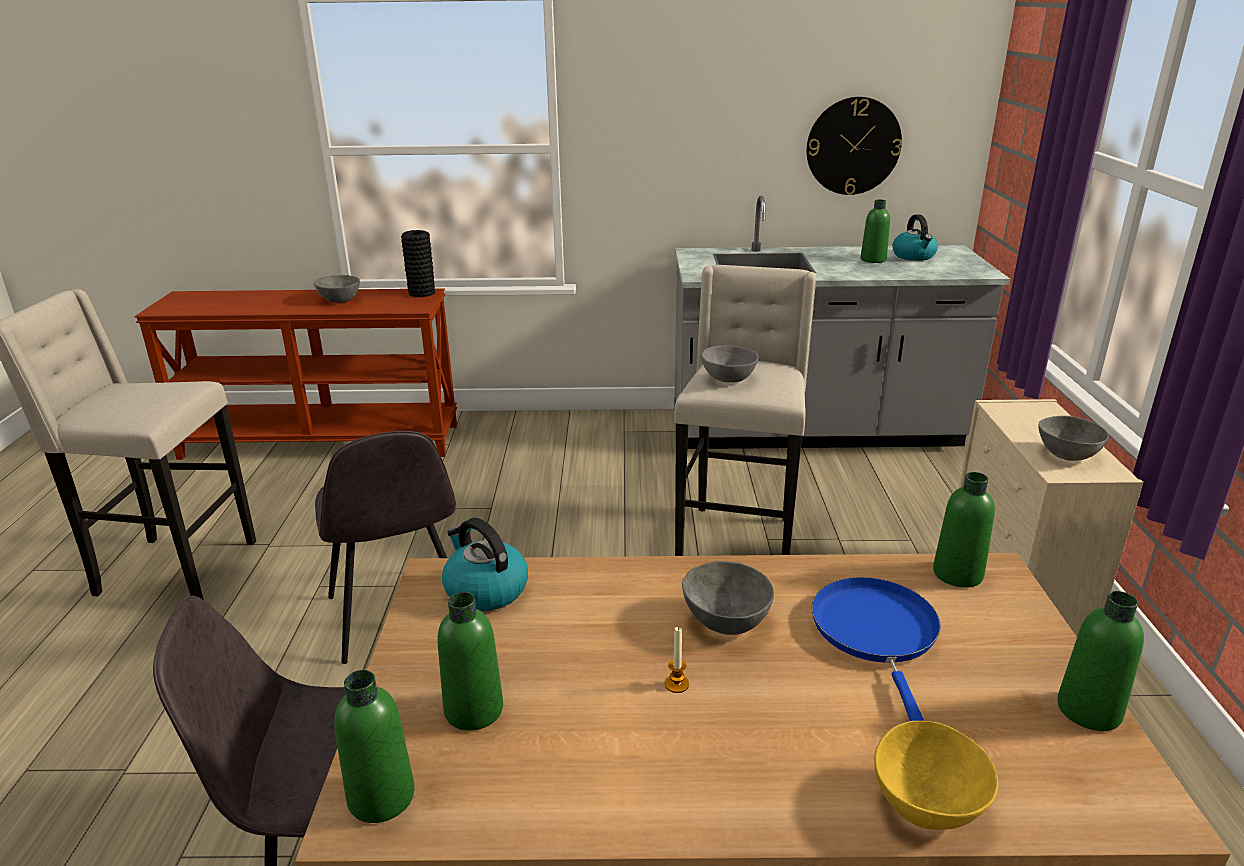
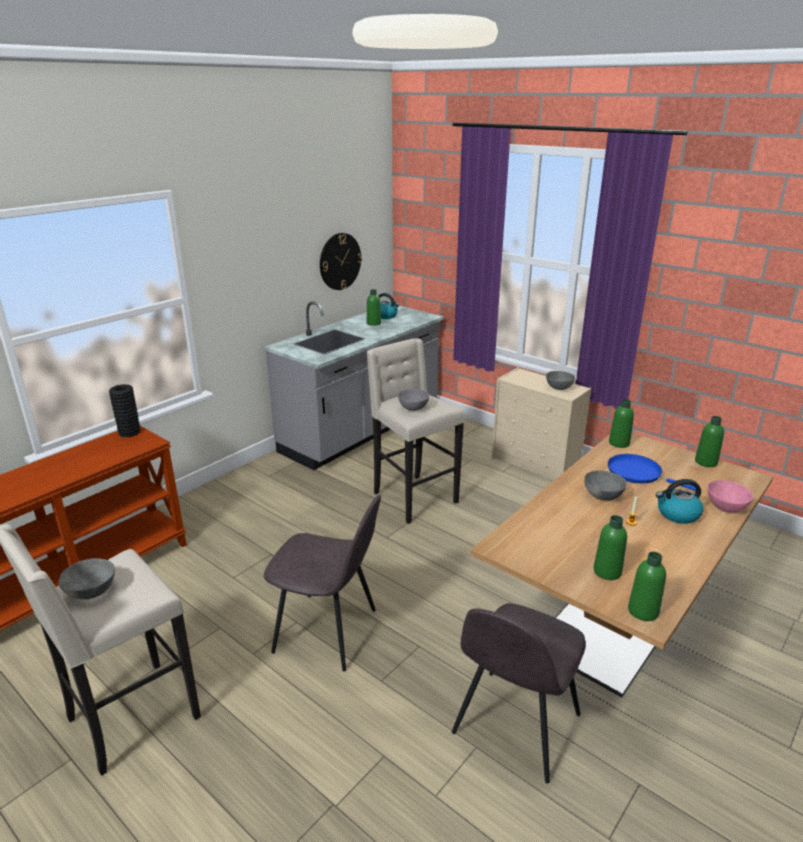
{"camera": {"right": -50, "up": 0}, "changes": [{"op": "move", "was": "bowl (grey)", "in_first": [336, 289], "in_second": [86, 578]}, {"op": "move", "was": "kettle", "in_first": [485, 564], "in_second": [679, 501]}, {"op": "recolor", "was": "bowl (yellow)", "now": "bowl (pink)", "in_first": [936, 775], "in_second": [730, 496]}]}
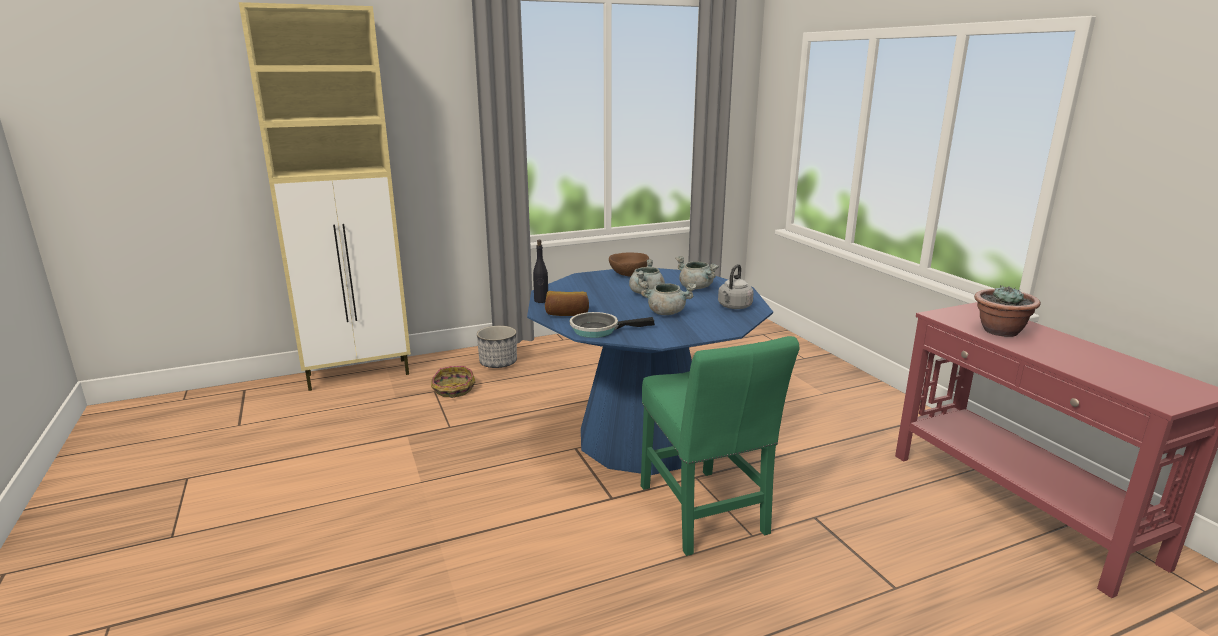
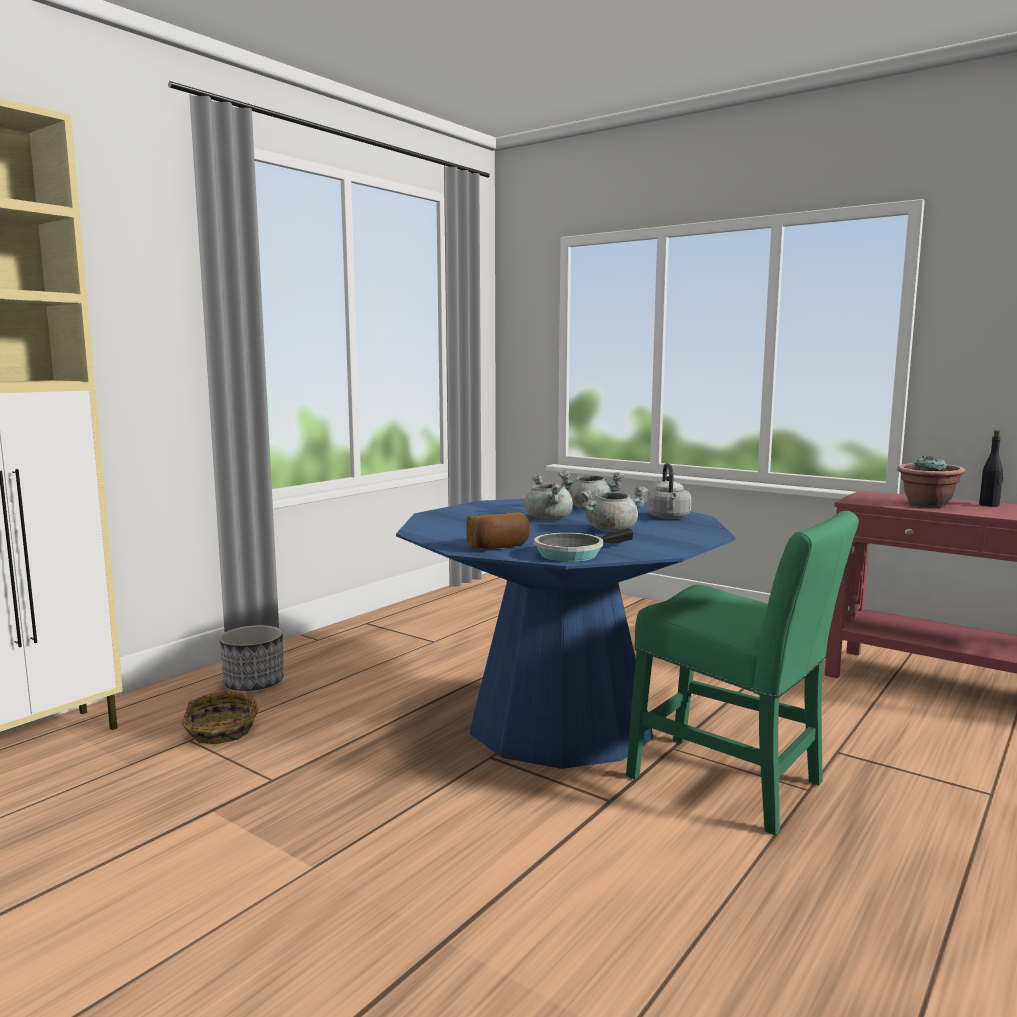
{"camera": {"right": -30, "up": -10}, "changes": [{"op": "delete", "was": "bowl (brown)", "in_first": [629, 264]}, {"op": "move", "was": "bottle (black)", "in_first": [540, 271], "in_second": [991, 468]}]}
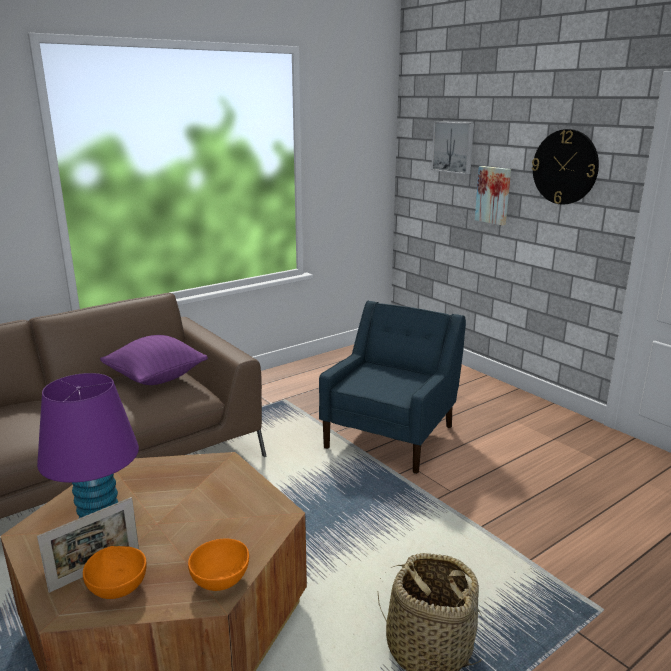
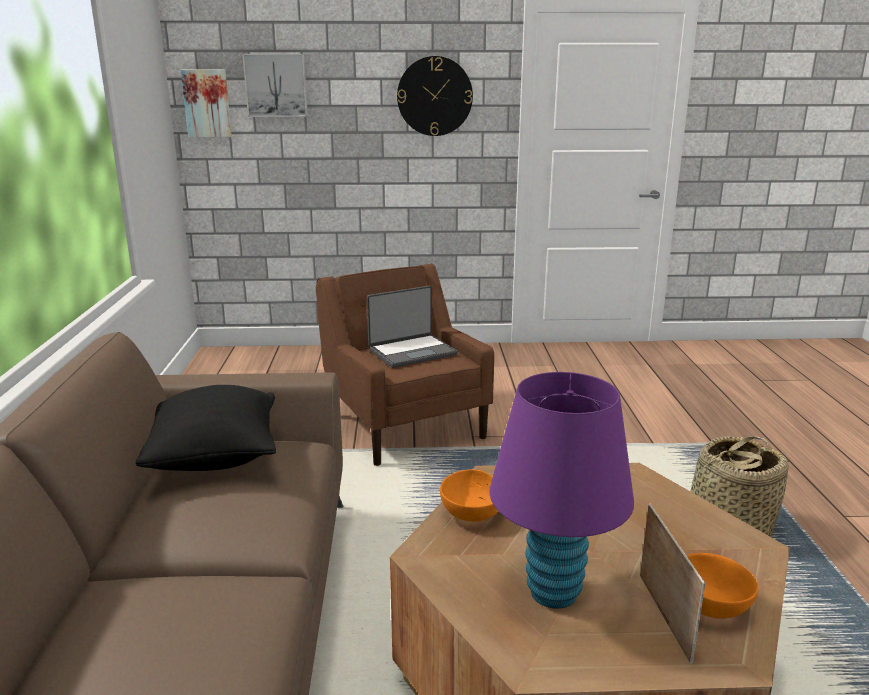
{"camera": {"right": -55, "up": 0}, "changes": [{"op": "insert", "now": "laptop", "in_second": [412, 327]}, {"op": "move", "was": "bowl (orange)", "in_first": [218, 565], "in_second": [469, 495]}, {"op": "move", "was": "picture", "in_first": [493, 196], "in_second": [206, 103]}, {"op": "recolor", "was": "pillow (purple)", "now": "pillow (black)", "in_first": [154, 360], "in_second": [206, 428]}, {"op": "recolor", "was": "armchair (blue)", "now": "armchair (brown)", "in_first": [392, 387], "in_second": [405, 364]}]}
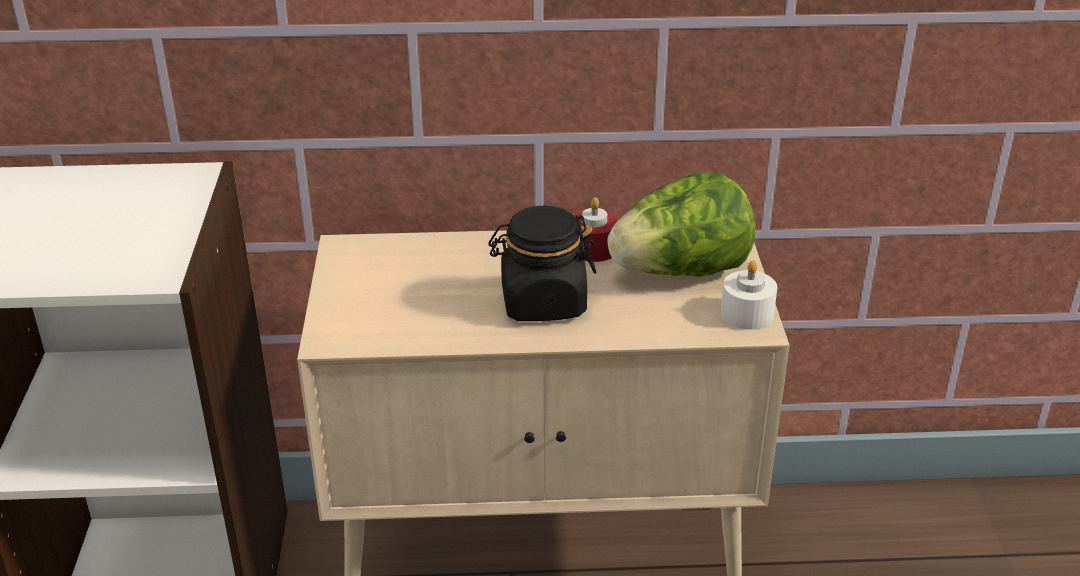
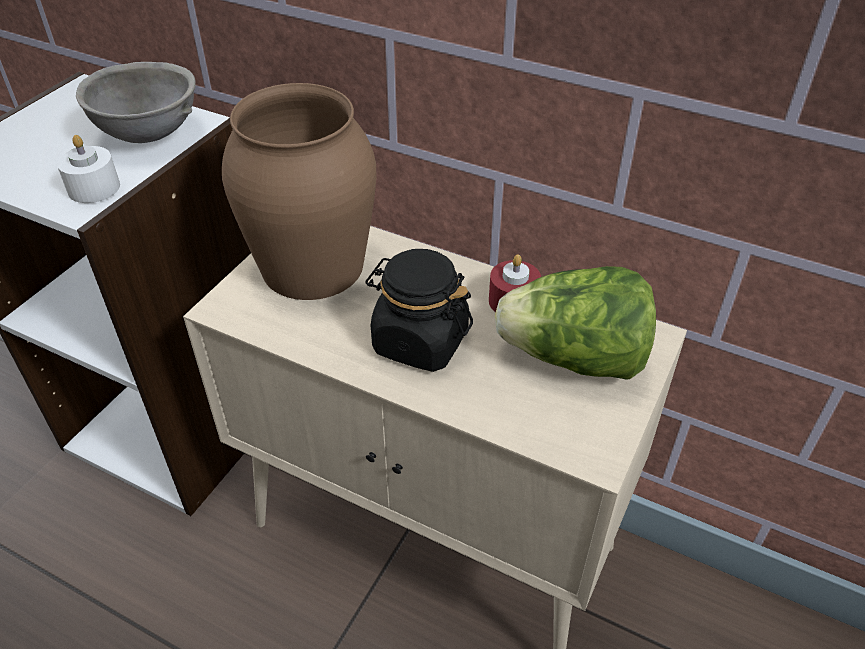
{"camera": {"right": 30, "up": 10}, "changes": [{"op": "insert", "now": "bowl (grey)", "in_second": [136, 102]}, {"op": "insert", "now": "vase (brown)", "in_second": [299, 191]}, {"op": "move", "was": "candle (white)", "in_first": [749, 295], "in_second": [88, 169]}]}
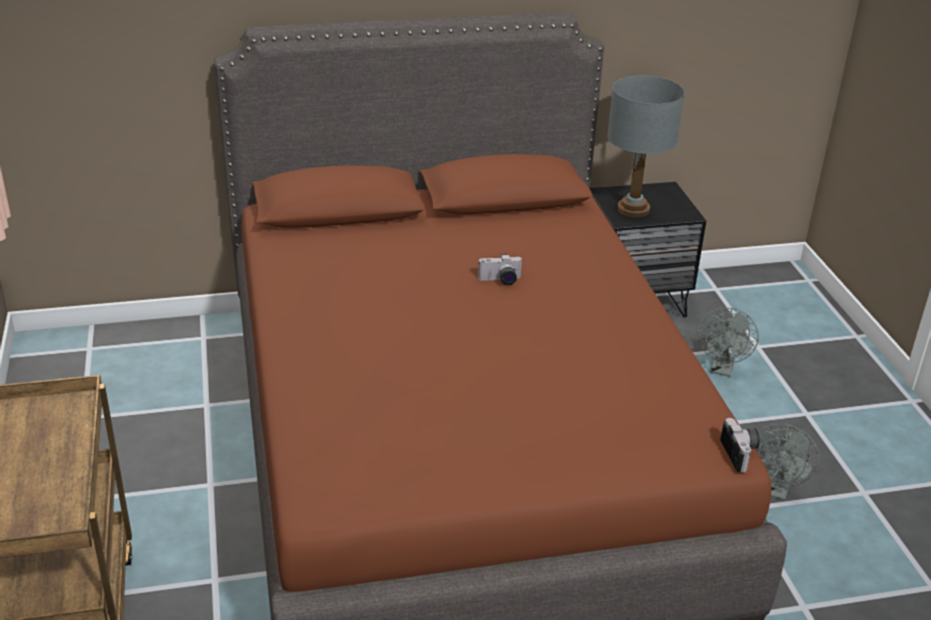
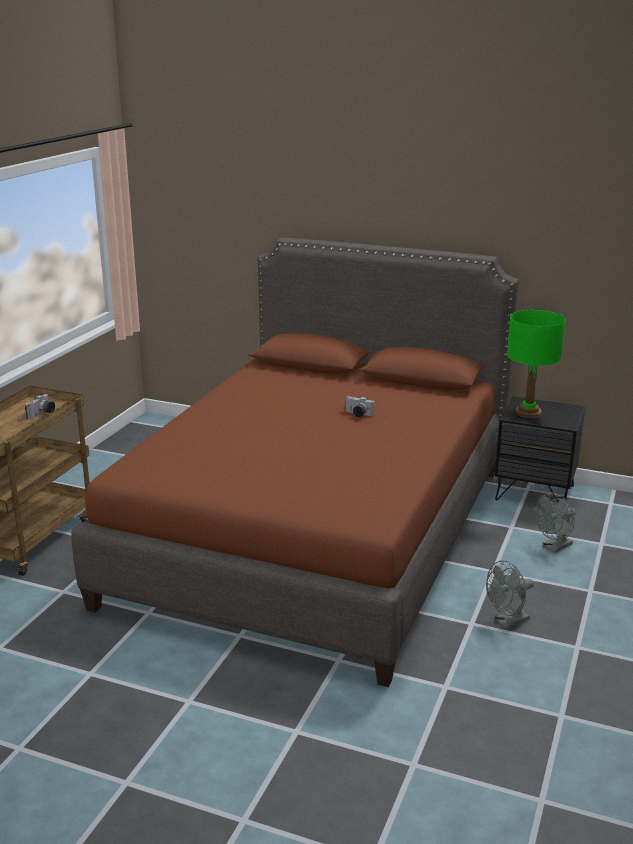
{"camera": {"right": 35, "up": -10}, "changes": [{"op": "move", "was": "photo camera", "in_first": [739, 445], "in_second": [40, 406]}, {"op": "recolor", "was": "table lamp (grey)", "now": "table lamp (green)", "in_first": [646, 147], "in_second": [536, 364]}]}
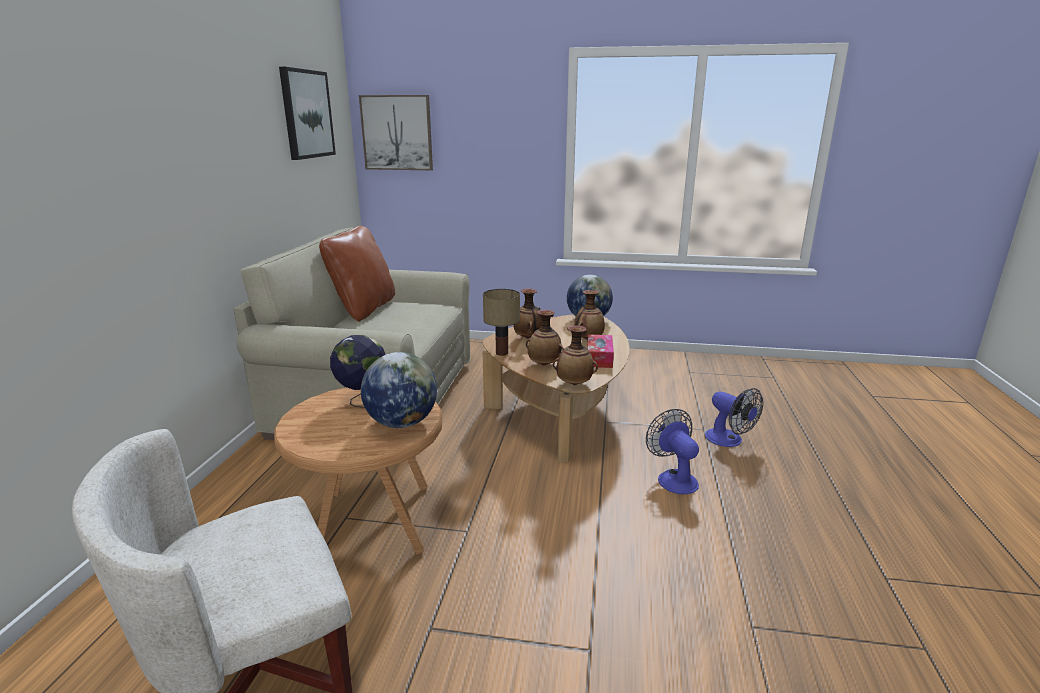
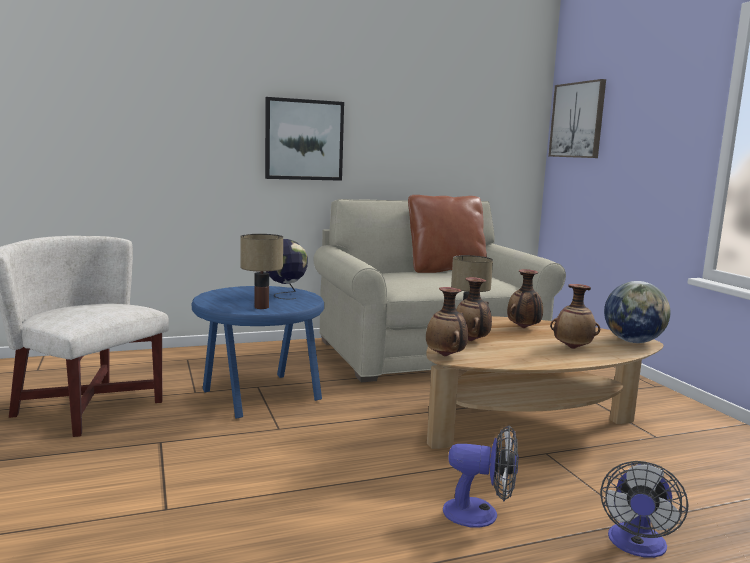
{"camera": {"right": 60, "up": -10}, "changes": [{"op": "delete", "was": "tissue box", "in_first": [600, 351]}, {"op": "move", "was": "picture", "in_first": [307, 113], "in_second": [304, 139]}, {"op": "replace", "was": "globe", "now": "table lamp", "in_first": [399, 390], "in_second": [261, 271]}, {"op": "recolor", "was": "side table (brown)", "now": "side table (blue)", "in_first": [358, 471], "in_second": [258, 352]}, {"op": "rotate", "was": "fan", "in_first": [672, 451], "in_second": [480, 477], "clockwise": 60}]}
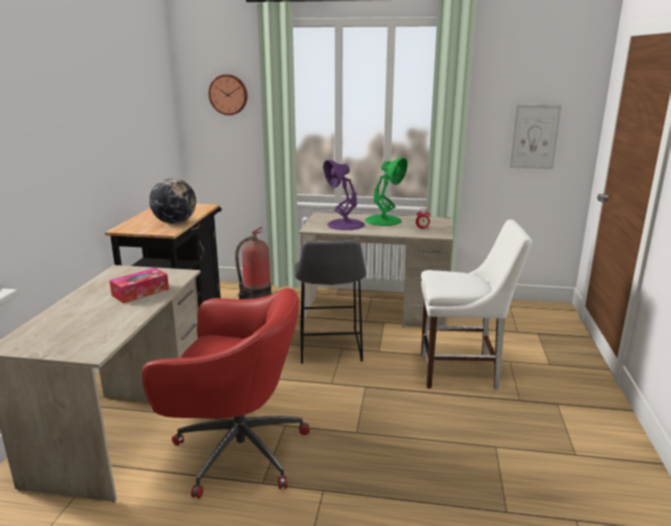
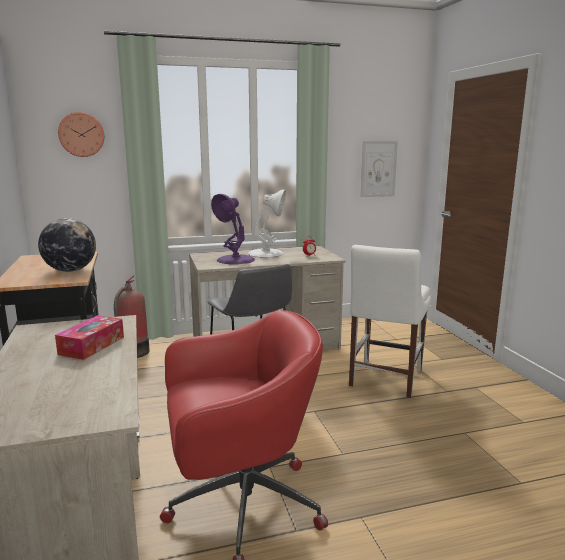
{"camera": {"right": -25, "up": -5}, "changes": [{"op": "recolor", "was": "table lamp (green)", "now": "table lamp (white)", "in_first": [386, 192], "in_second": [267, 224]}, {"op": "rotate", "was": "chair (white)", "in_first": [476, 304], "in_second": [390, 321], "clockwise": 135}]}
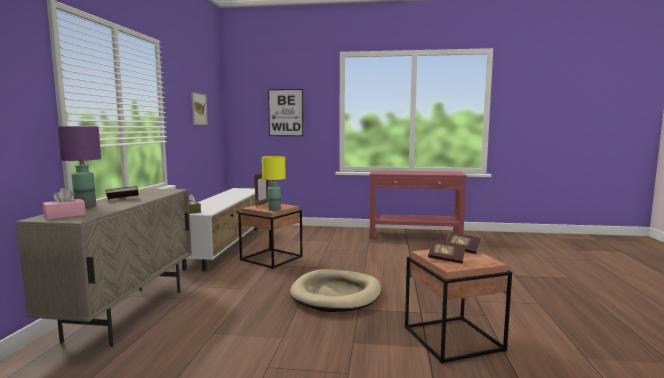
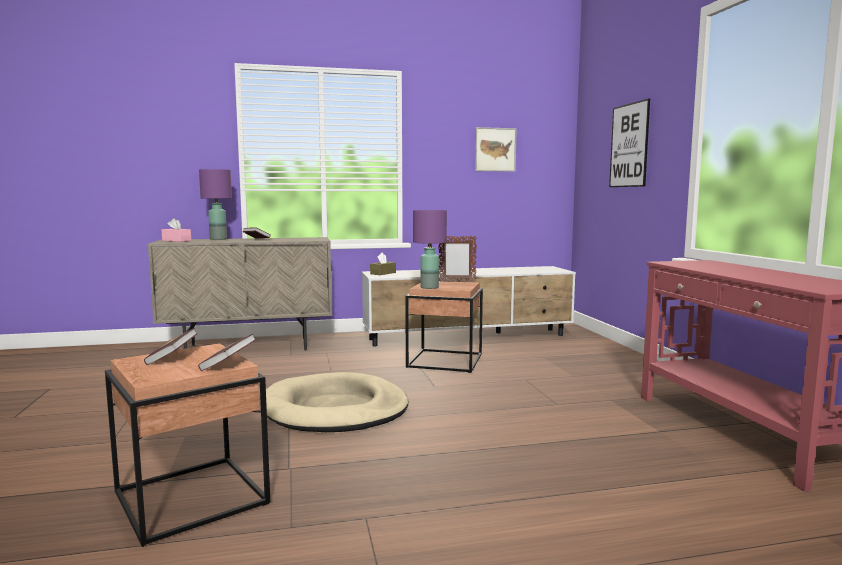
{"camera": {"right": 70, "up": 0}, "changes": [{"op": "recolor", "was": "table lamp (yellow)", "now": "table lamp (purple)", "in_first": [274, 183], "in_second": [430, 249]}]}
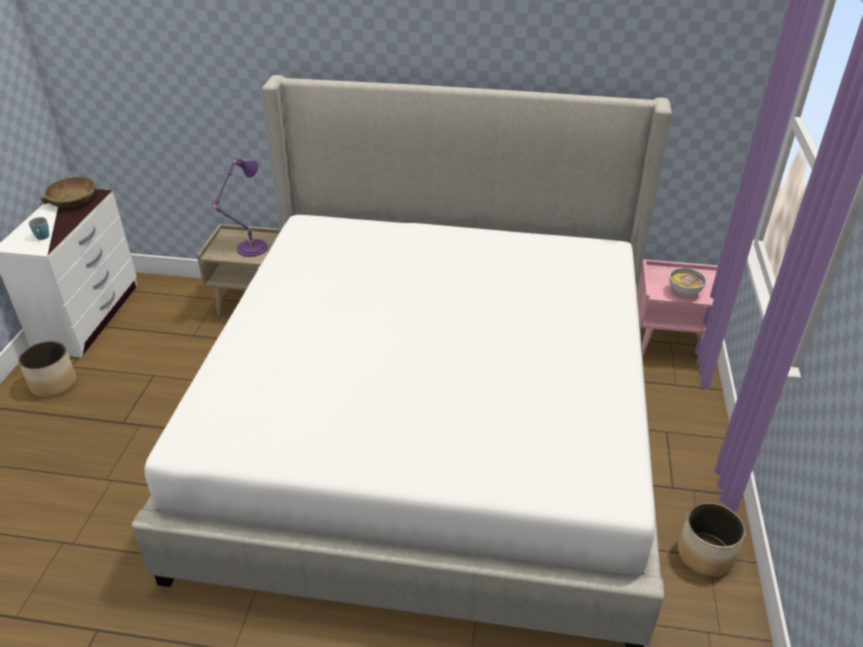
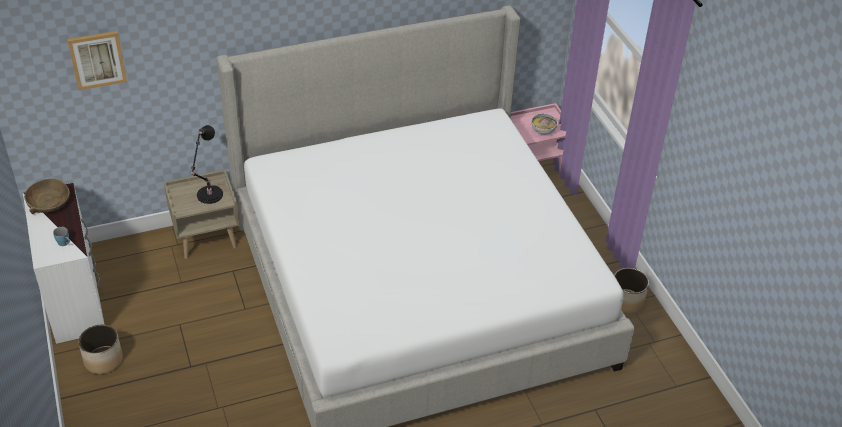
{"camera": {"right": -30, "up": 5}, "changes": [{"op": "insert", "now": "picture", "in_second": [97, 60]}, {"op": "recolor", "was": "table lamp (purple)", "now": "table lamp (black)", "in_first": [240, 208], "in_second": [207, 164]}]}
